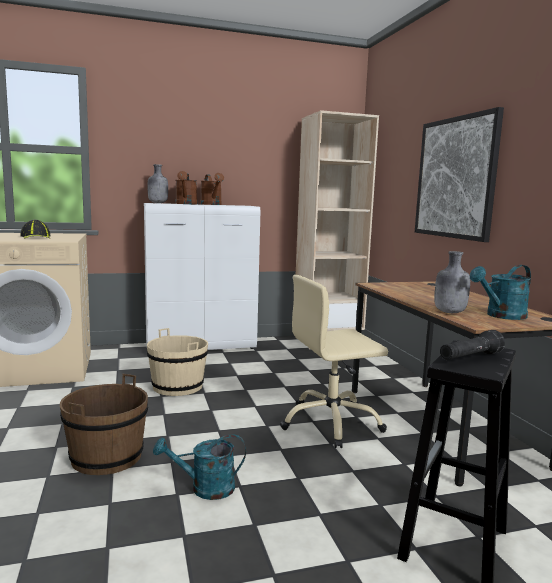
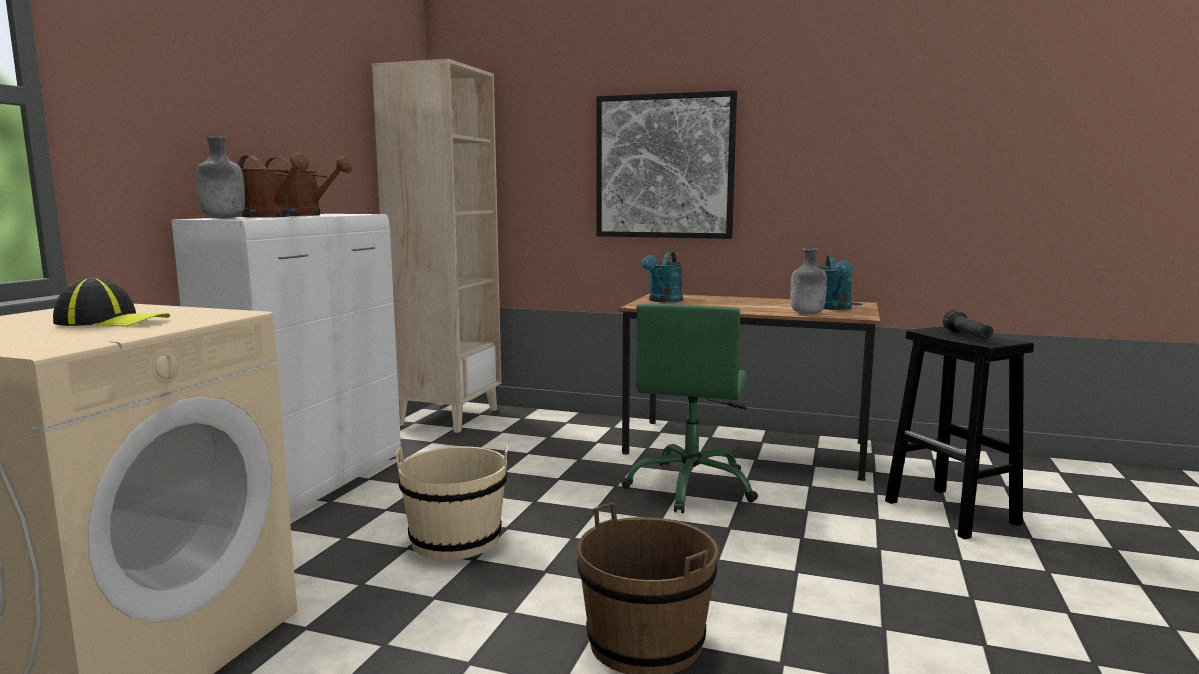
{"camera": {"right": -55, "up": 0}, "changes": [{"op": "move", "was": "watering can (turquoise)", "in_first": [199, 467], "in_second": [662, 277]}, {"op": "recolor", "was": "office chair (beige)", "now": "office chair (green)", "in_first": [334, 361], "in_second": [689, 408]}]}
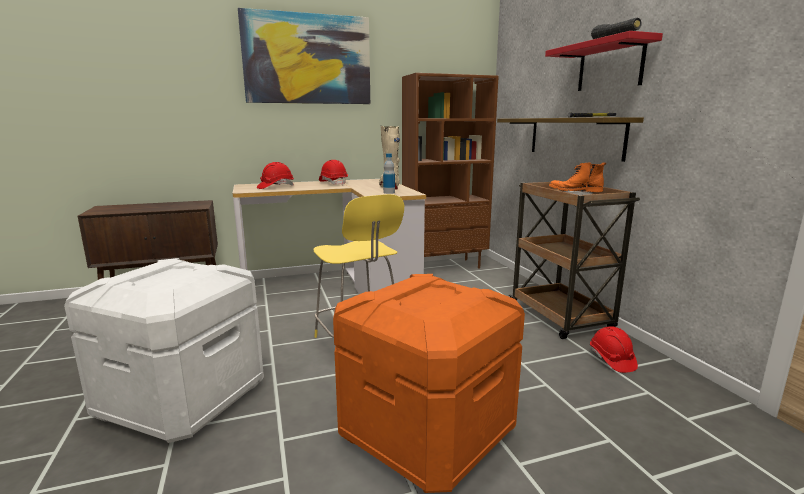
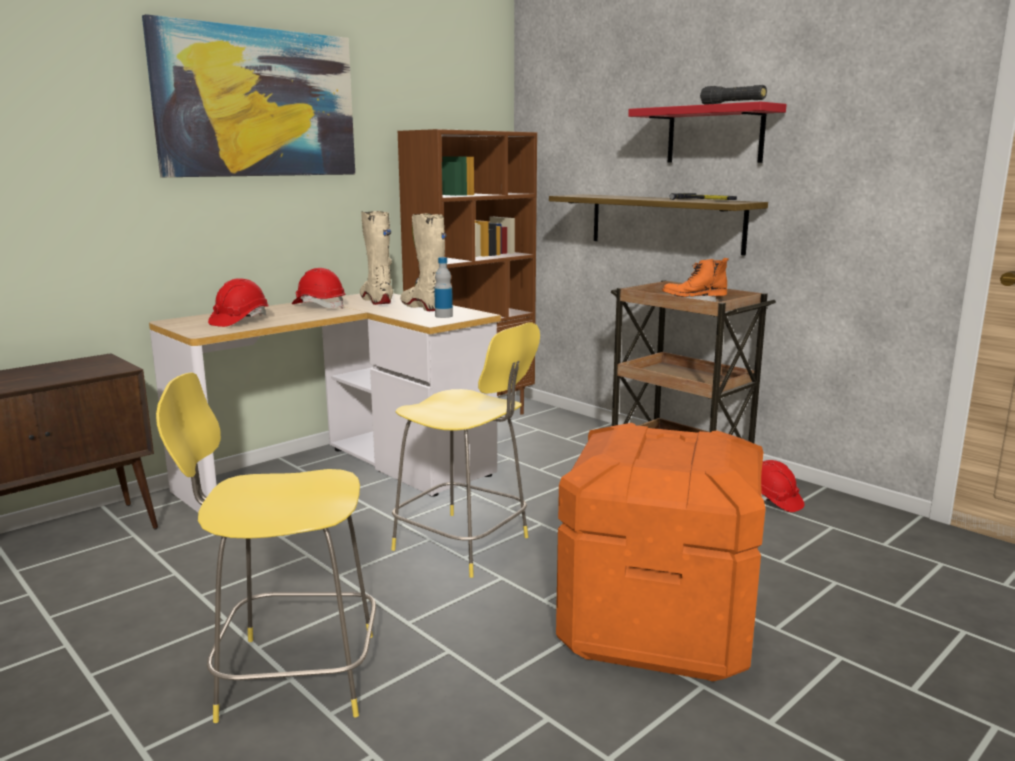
{"camera": {"right": -25, "up": 0}, "changes": [{"op": "insert", "now": "boot (beige)", "in_second": [376, 258]}, {"op": "replace", "was": "storage box (white)", "now": "stool (yellow)", "in_first": [164, 350], "in_second": [266, 547]}]}
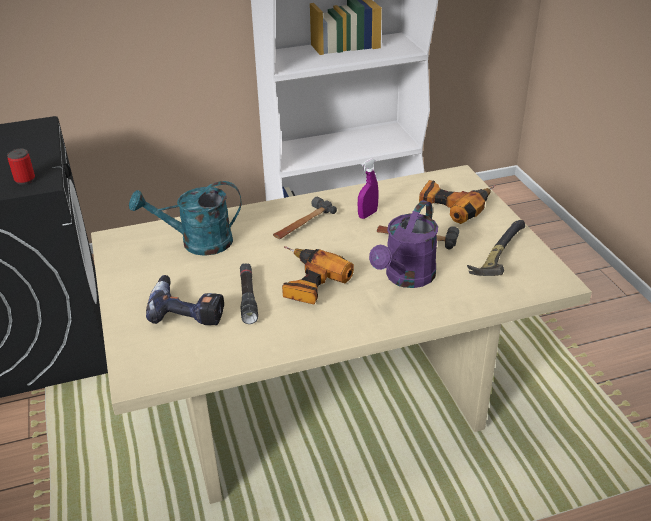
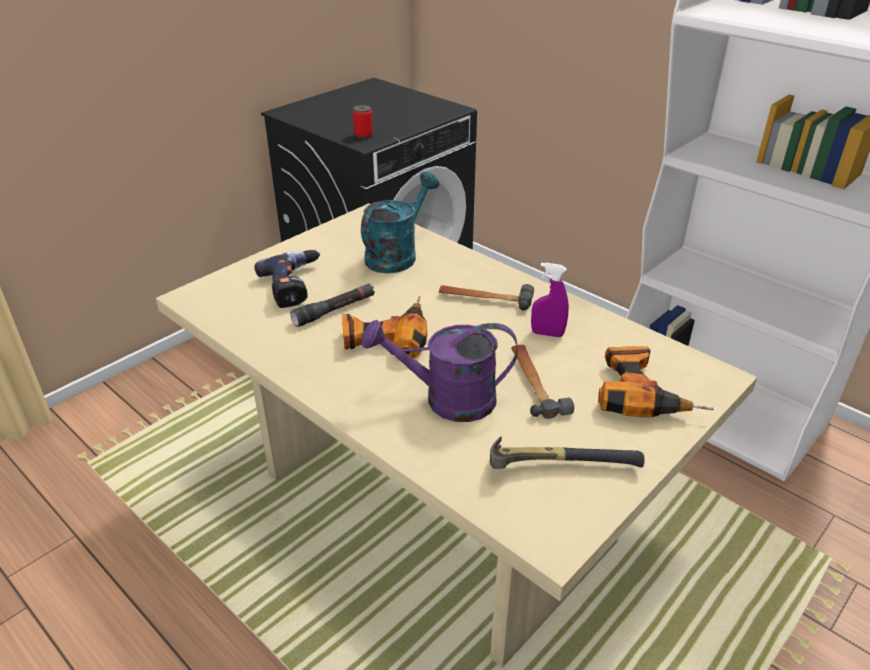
{"camera": {"right": 60, "up": 0}, "changes": [{"op": "rotate", "was": "watering can (turquoise)", "in_first": [185, 218], "in_second": [400, 222], "clockwise": 75}]}
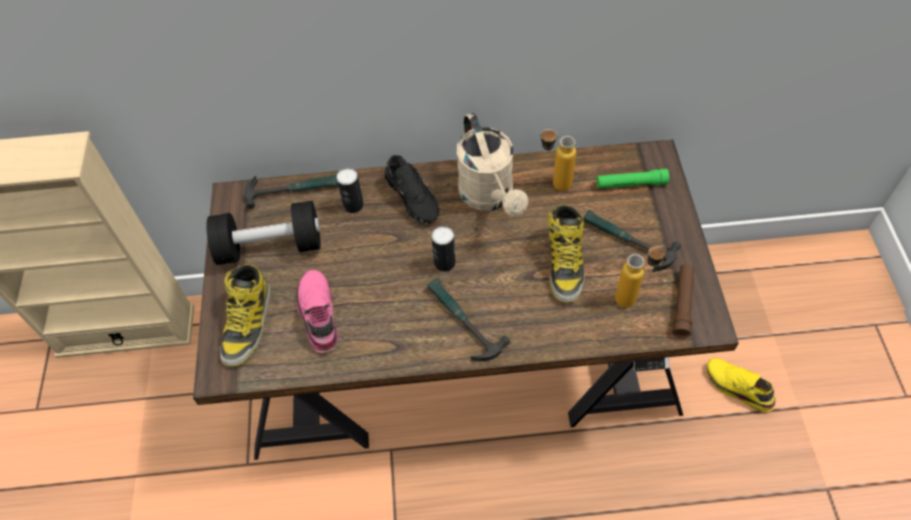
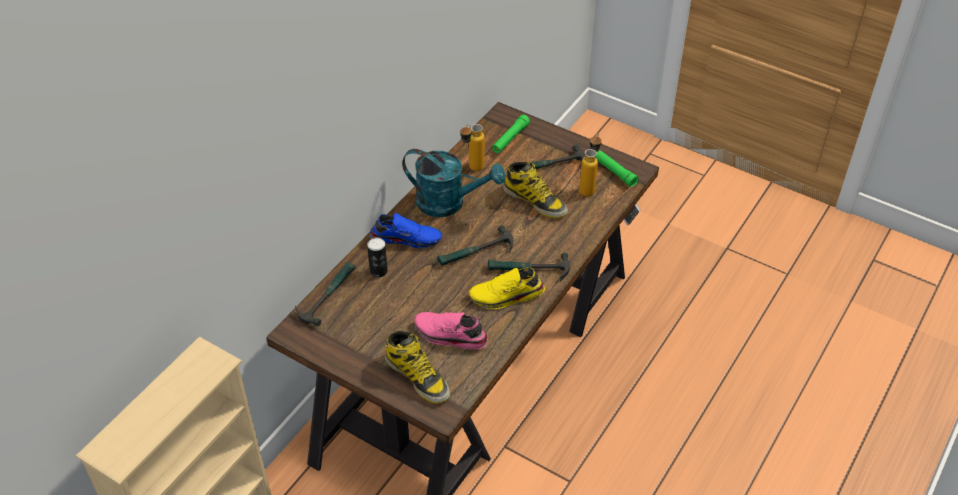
{"camera": {"right": -55, "up": -10}, "changes": [{"op": "delete", "was": "dumbbell (black)", "in_first": [263, 233]}, {"op": "move", "was": "shoe (yellow)", "in_first": [741, 385], "in_second": [507, 288]}, {"op": "replace", "was": "can", "now": "hammer", "in_first": [443, 249], "in_second": [475, 245]}, {"op": "recolor", "was": "shoe (black)", "now": "shoe (blue)", "in_first": [412, 189], "in_second": [406, 231]}, {"op": "recolor", "was": "watering can (beige)", "now": "watering can (turquoise)", "in_first": [492, 164], "in_second": [453, 183]}, {"op": "recolor", "was": "flashlight (brown)", "now": "flashlight (green)", "in_first": [683, 301], "in_second": [617, 168]}]}
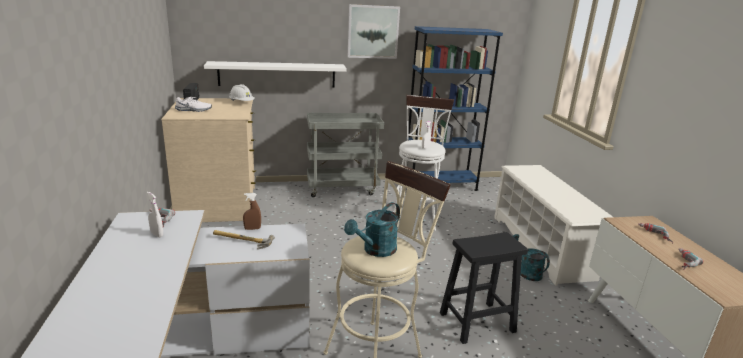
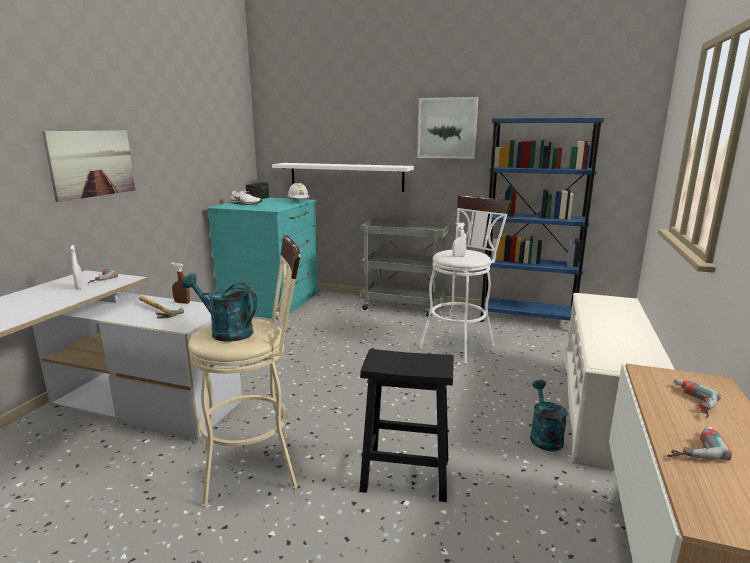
{"camera": {"right": 30, "up": -5}, "changes": [{"op": "insert", "now": "picture", "in_second": [88, 166]}, {"op": "recolor", "was": "dresser (beige)", "now": "dresser (turquoise)", "in_first": [209, 160], "in_second": [262, 258]}, {"op": "rotate", "was": "watering can (turquoise)", "in_first": [372, 229], "in_second": [219, 307], "clockwise": 45}]}
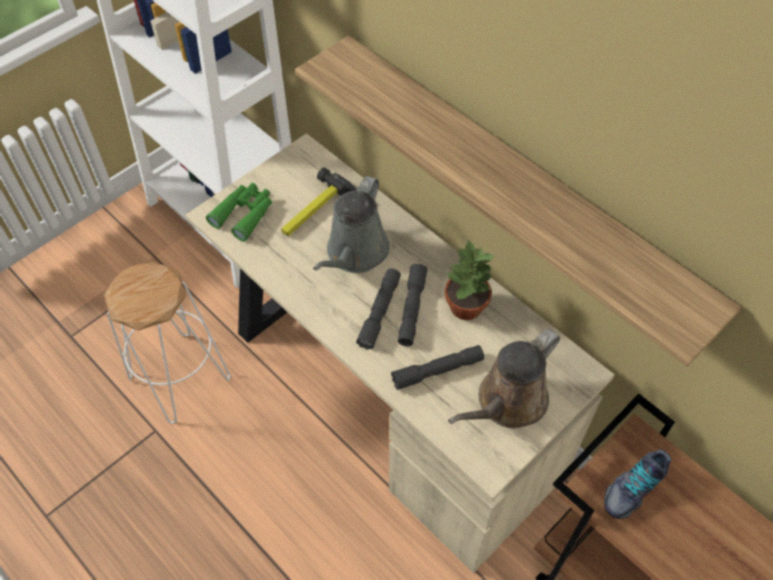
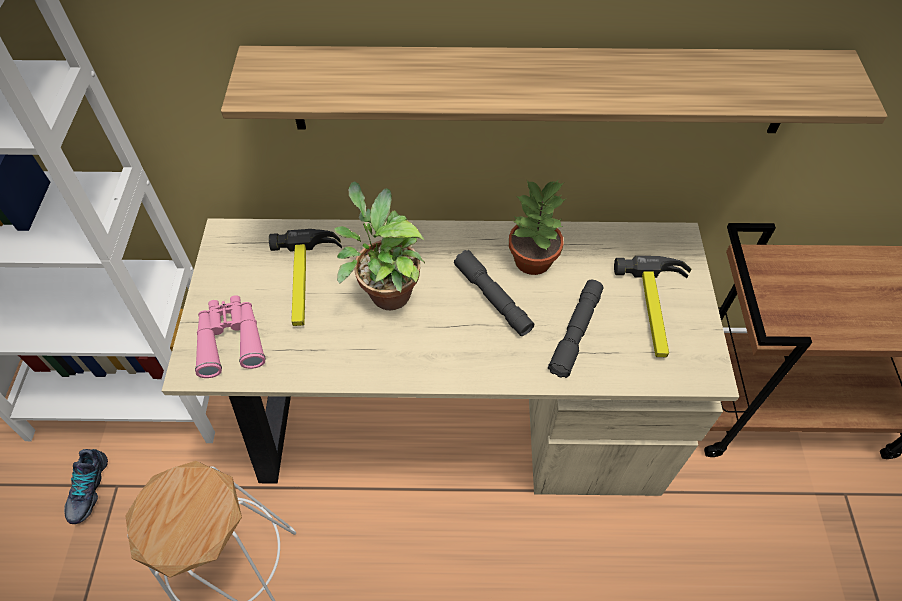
{"camera": {"right": -45, "up": 0}, "changes": [{"op": "delete", "was": "flashlight (grey)", "in_first": [378, 309]}, {"op": "move", "was": "shoe", "in_first": [637, 484], "in_second": [86, 486]}, {"op": "replace", "was": "watering can (grey)", "now": "potted plant", "in_first": [351, 224], "in_second": [379, 246]}, {"op": "replace", "was": "watering can (brown)", "now": "hammer", "in_first": [504, 378], "in_second": [652, 306]}, {"op": "recolor", "was": "binoculars (green)", "now": "binoculars (pink)", "in_first": [239, 212], "in_second": [230, 336]}]}
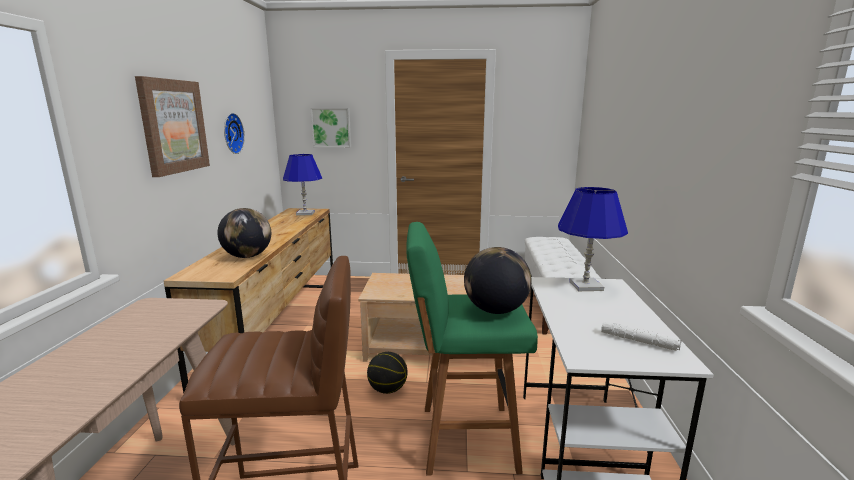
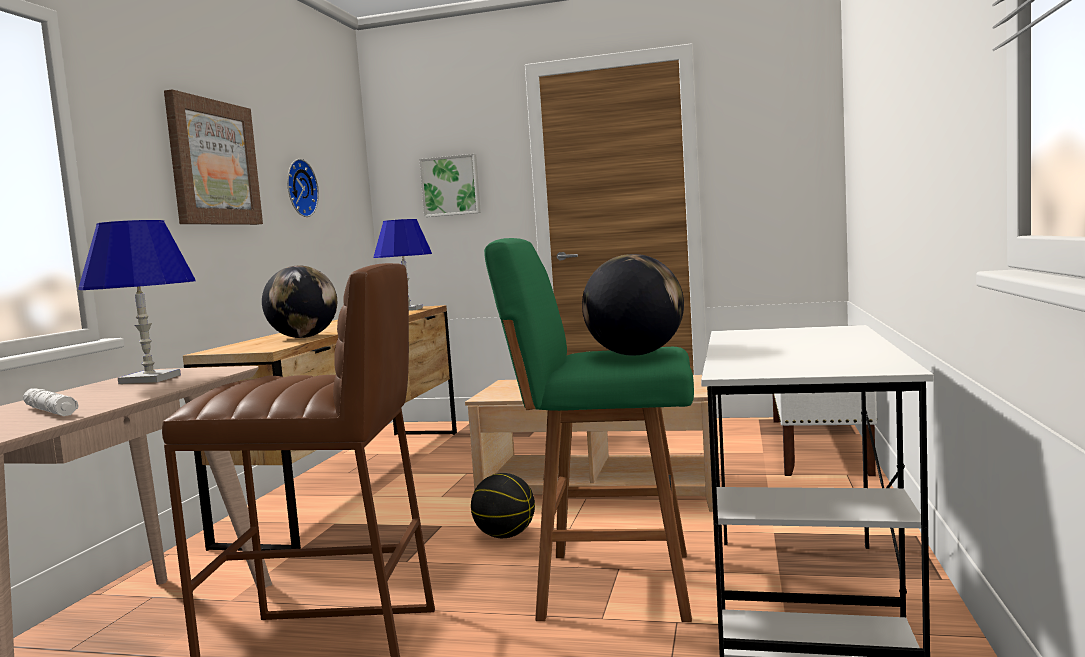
{"camera": {"right": 10, "up": -10}, "changes": [{"op": "move", "was": "table lamp (blue)", "in_first": [593, 239], "in_second": [137, 302]}, {"op": "move", "was": "flashlight (white)", "in_first": [641, 336], "in_second": [51, 402]}]}
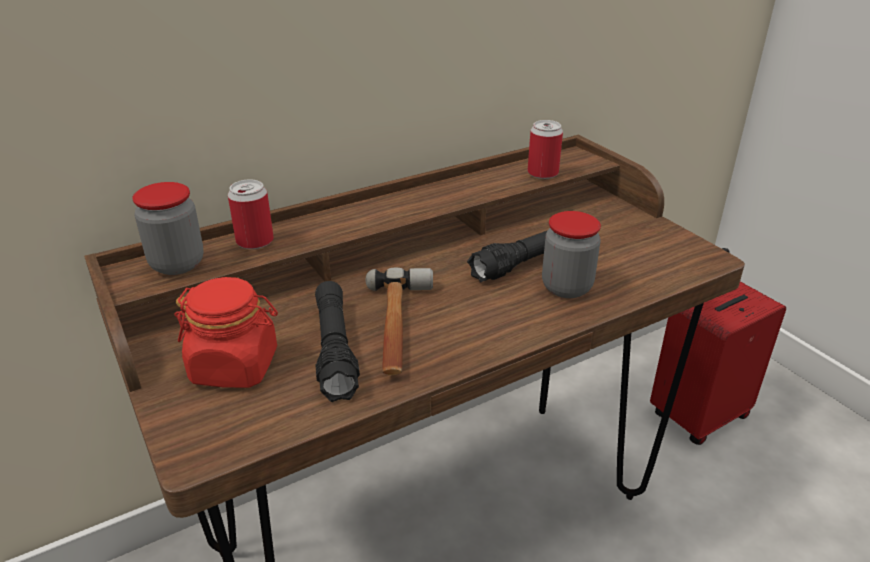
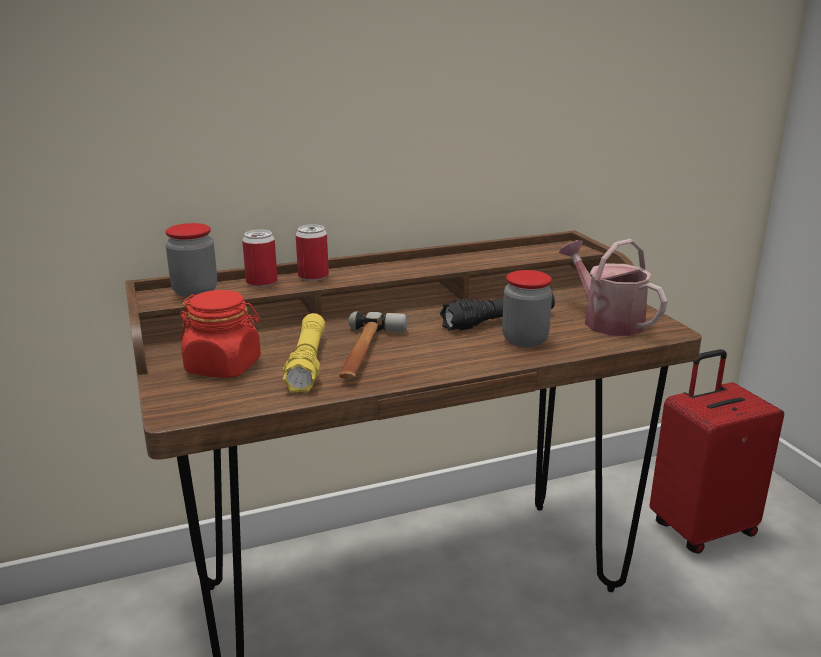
{"camera": {"right": 10, "up": -10}, "changes": [{"op": "insert", "now": "watering can", "in_second": [613, 287]}, {"op": "move", "was": "can", "in_first": [545, 149], "in_second": [312, 252]}, {"op": "recolor", "was": "flashlight (black)", "now": "flashlight (yellow)", "in_first": [337, 341], "in_second": [304, 353]}]}
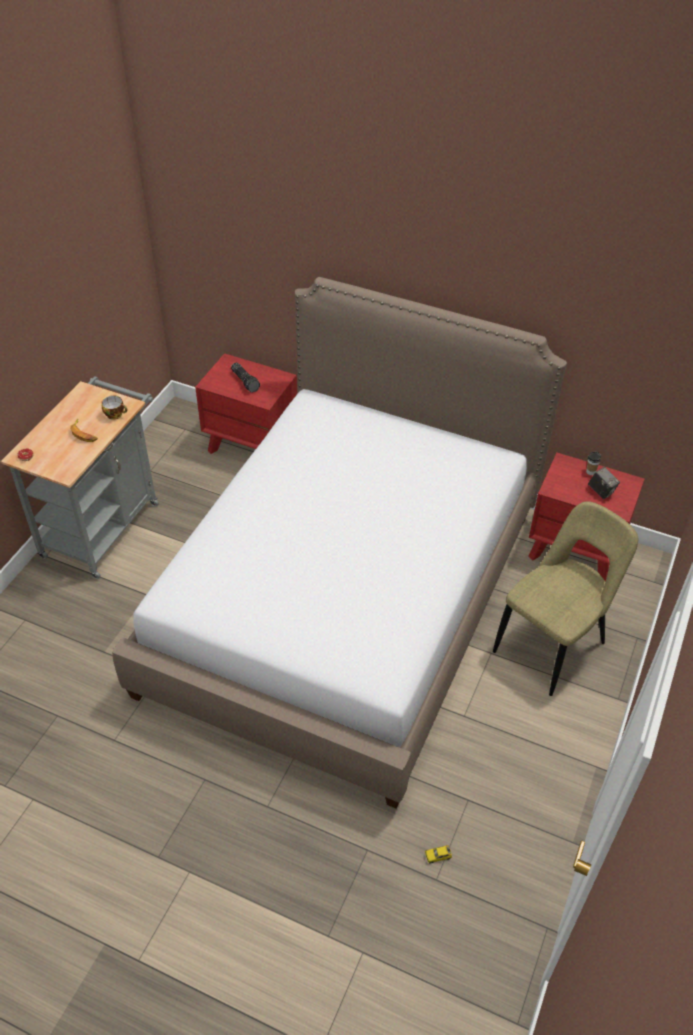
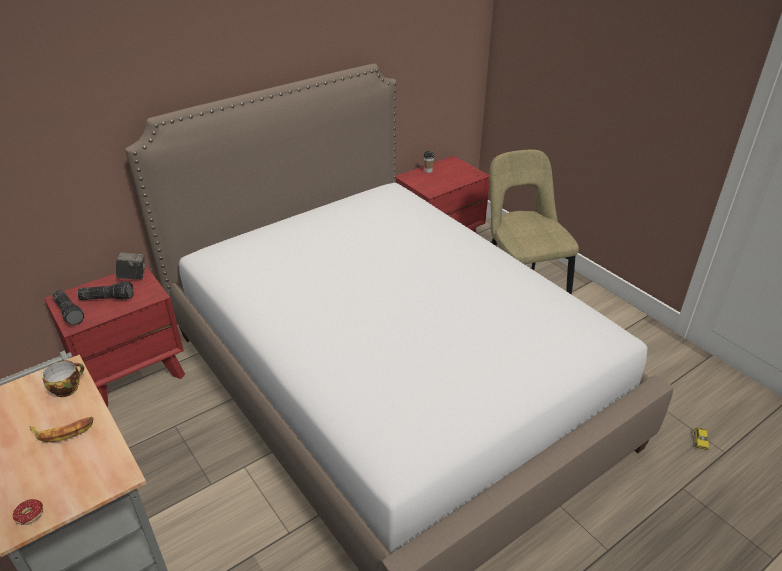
{"camera": {"right": -60, "up": -10}, "changes": [{"op": "insert", "now": "flashlight", "in_second": [68, 308]}, {"op": "move", "was": "photo camera", "in_first": [604, 483], "in_second": [130, 266]}]}
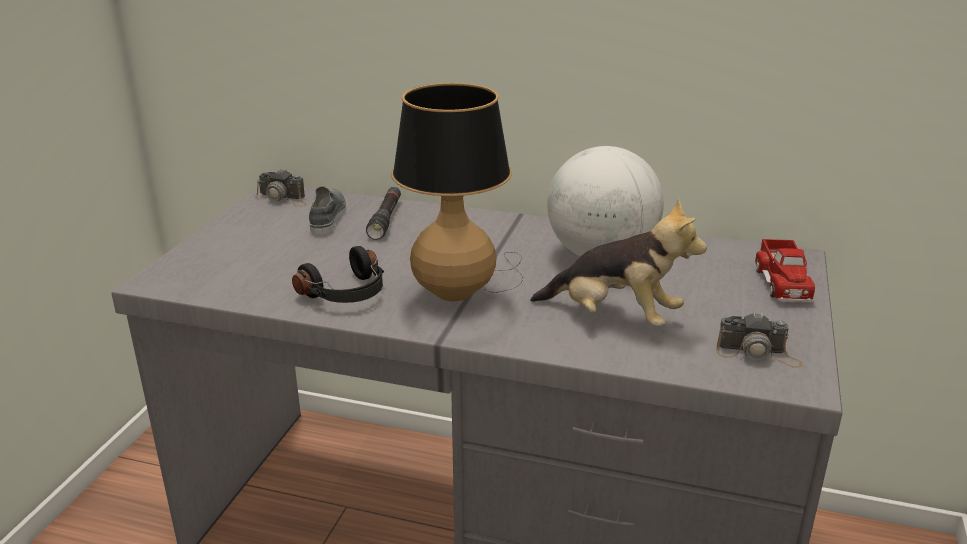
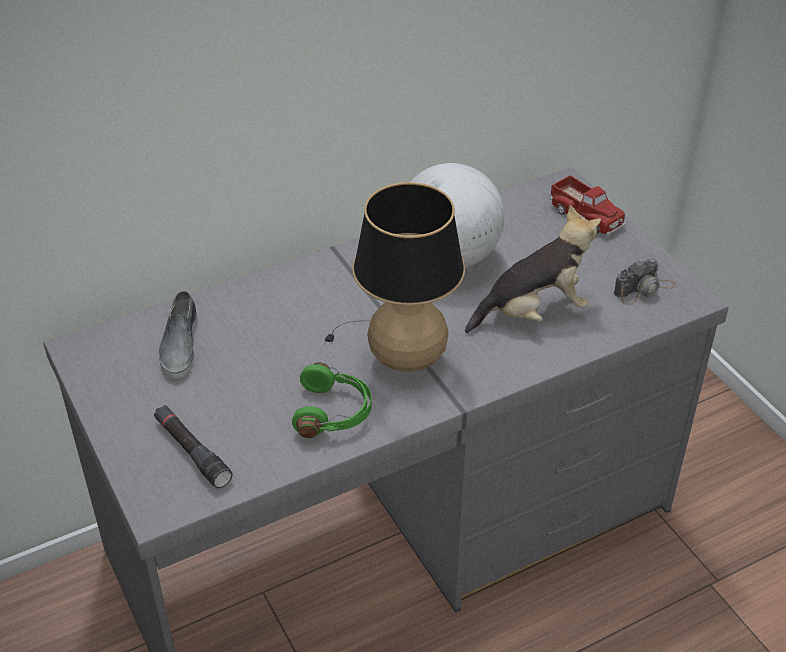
{"camera": {"right": -45, "up": 15}, "changes": [{"op": "delete", "was": "photo camera", "in_first": [280, 188]}, {"op": "move", "was": "flashlight (black)", "in_first": [383, 213], "in_second": [193, 446]}, {"op": "recolor", "was": "headphones (black)", "now": "headphones (green)", "in_first": [338, 274], "in_second": [332, 400]}, {"op": "rotate", "was": "shoe (grey)", "in_first": [327, 210], "in_second": [178, 335], "clockwise": -135}]}
